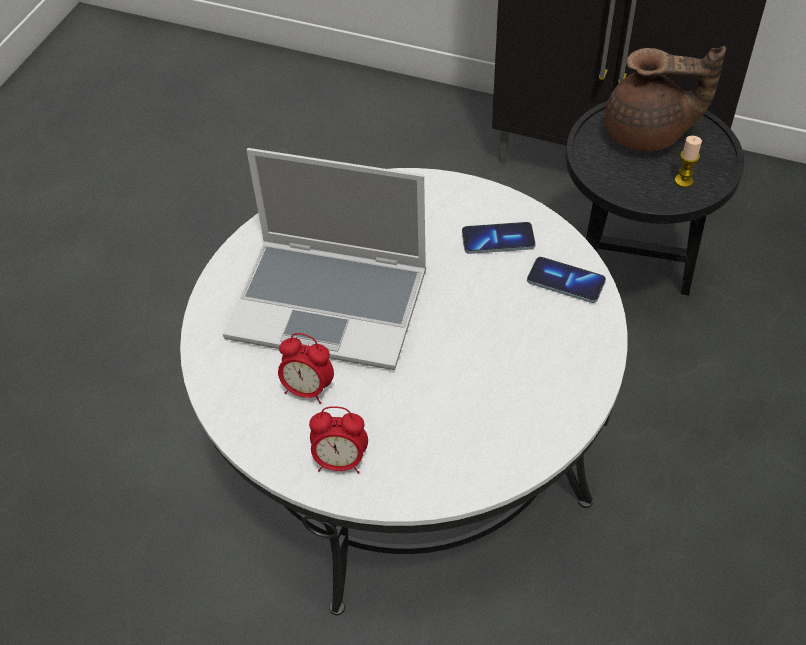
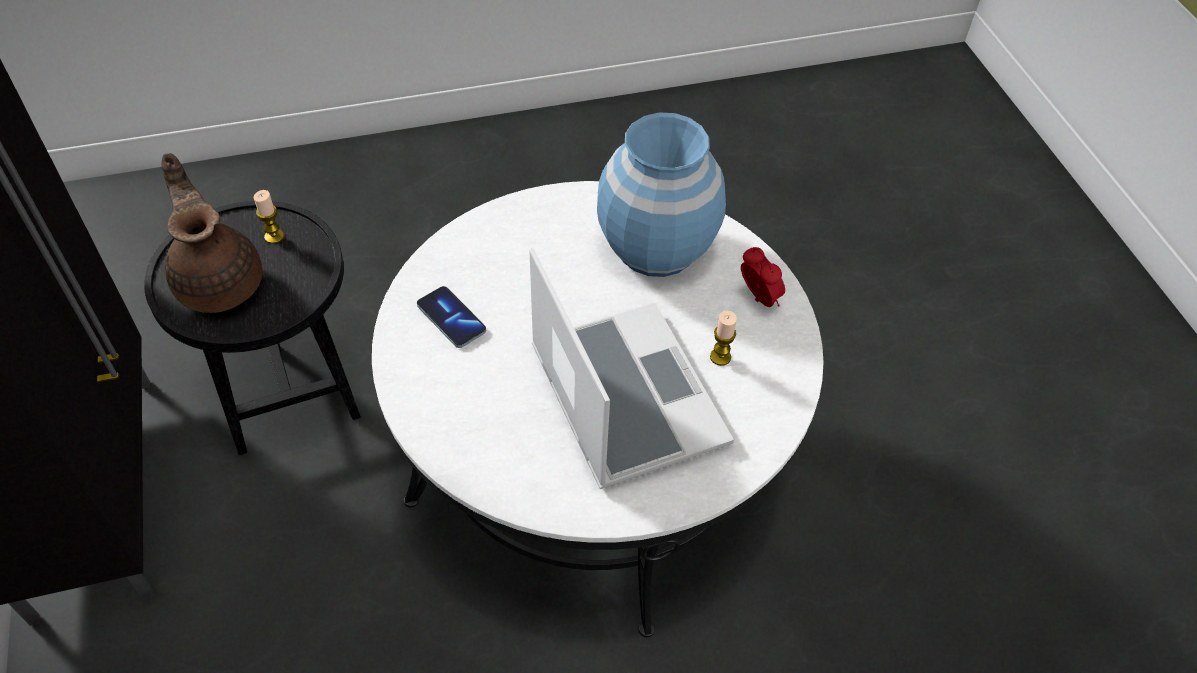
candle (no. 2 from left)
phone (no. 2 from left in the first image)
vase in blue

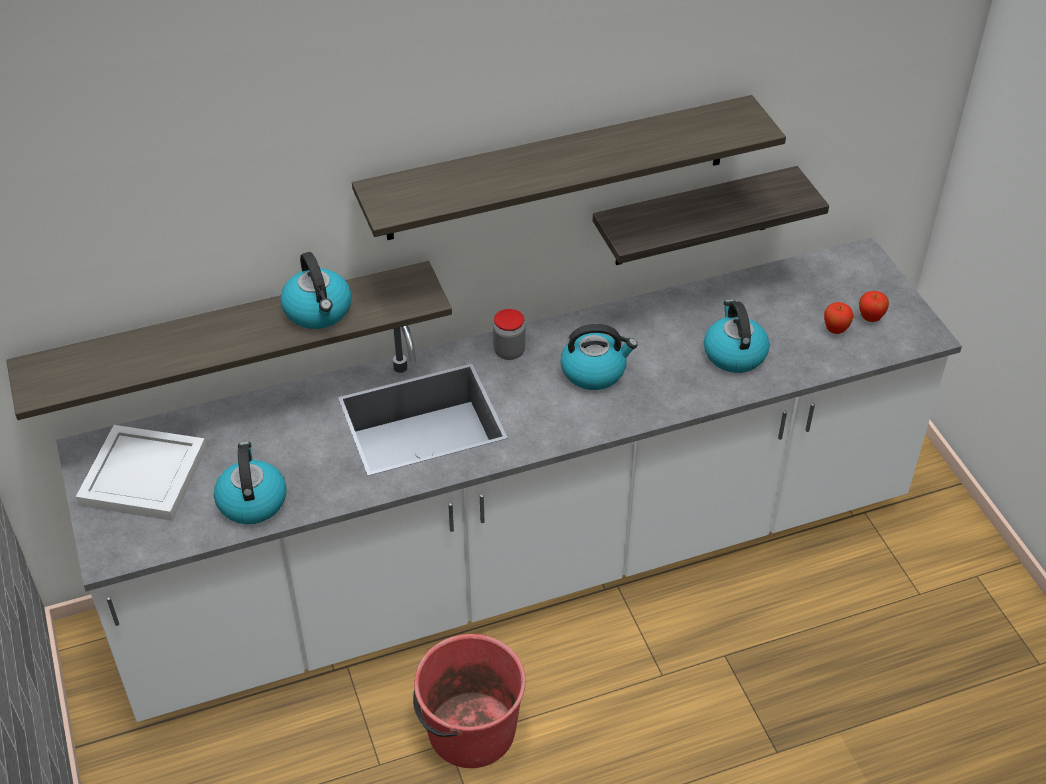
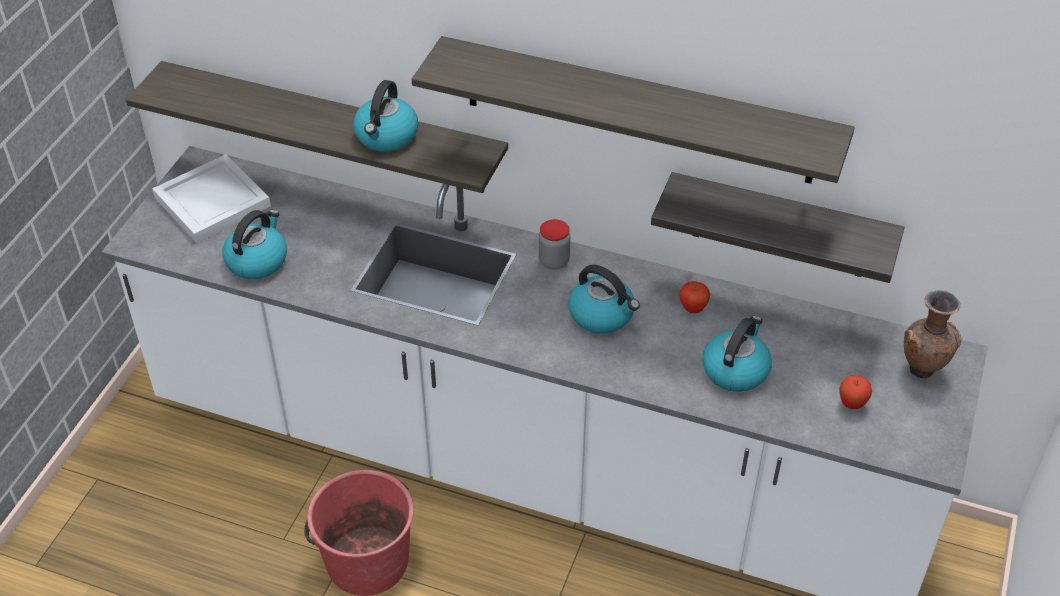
apple (no. 1 from left)
vase in brown

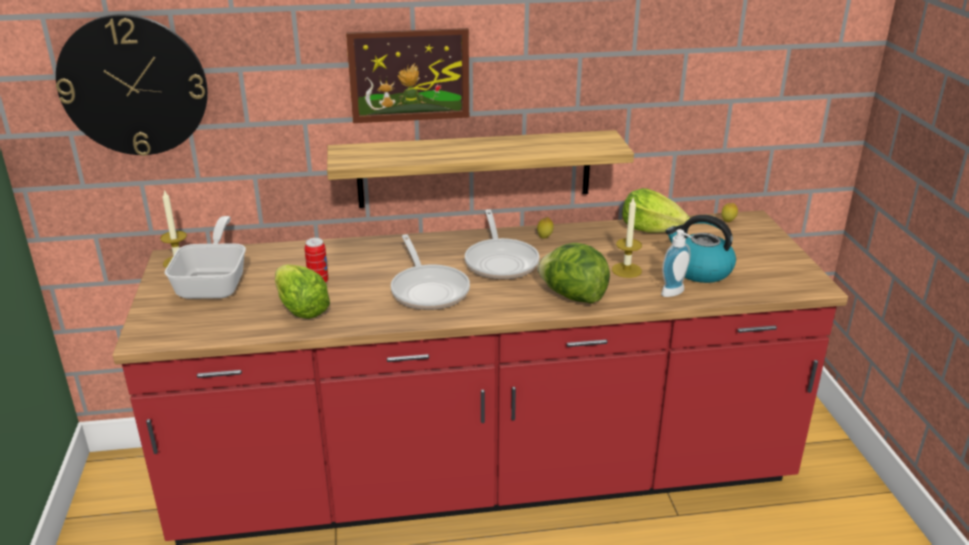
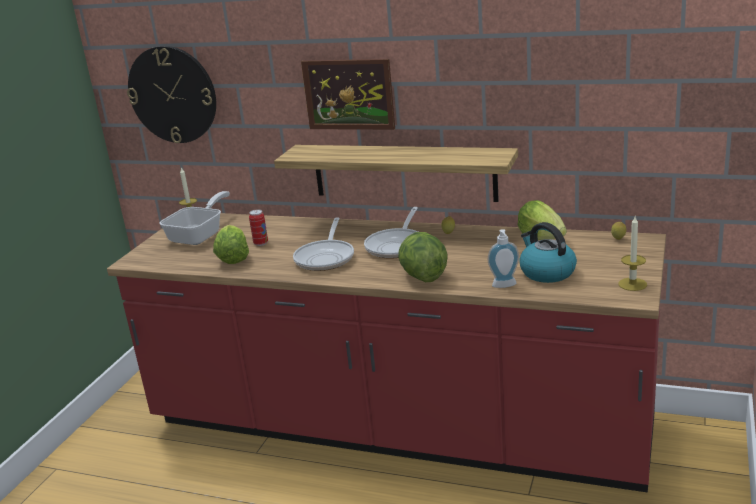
candle (no. 2 from left)

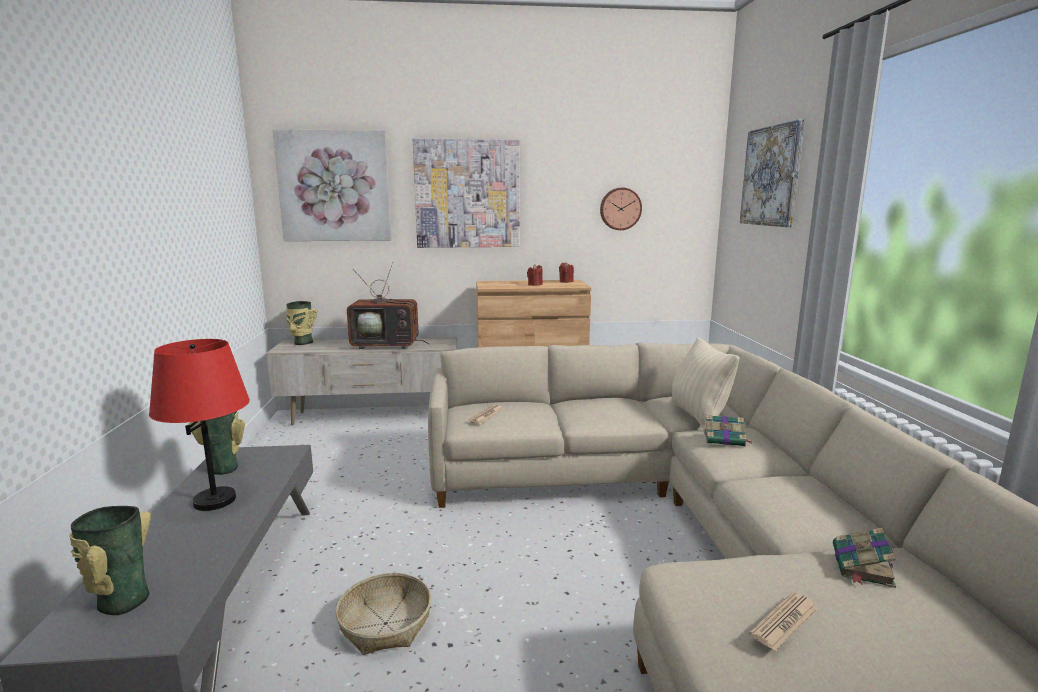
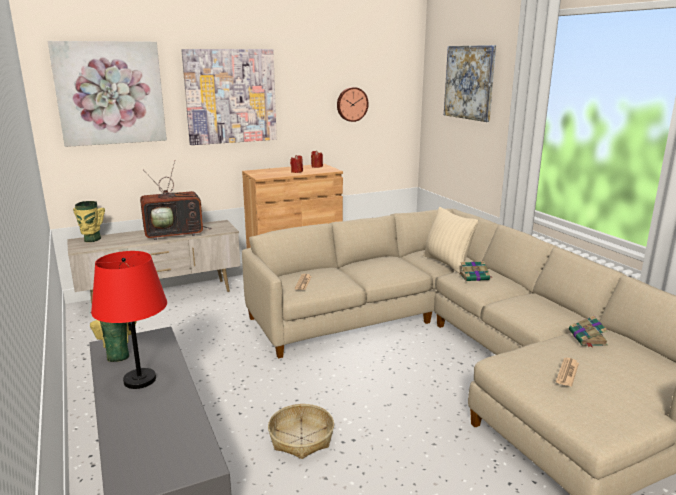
vase (no. 1 from left in the first image)

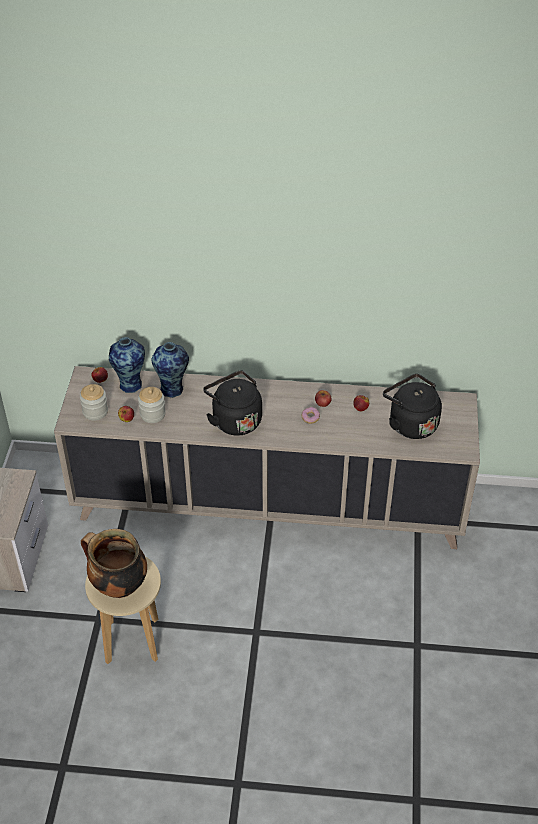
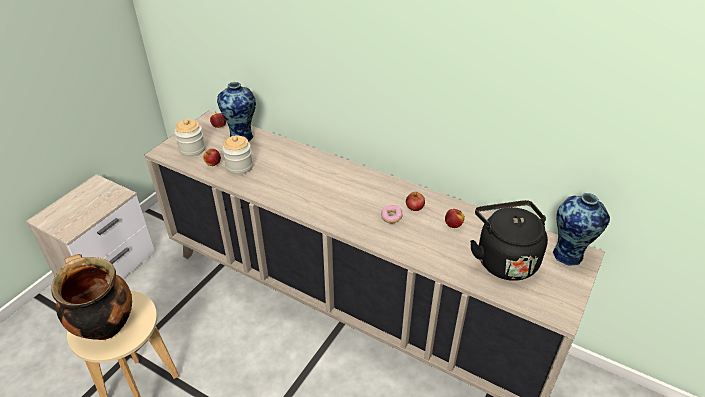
vase (no. 2 from left)
kettle in black (no. 1 from left in the first image)

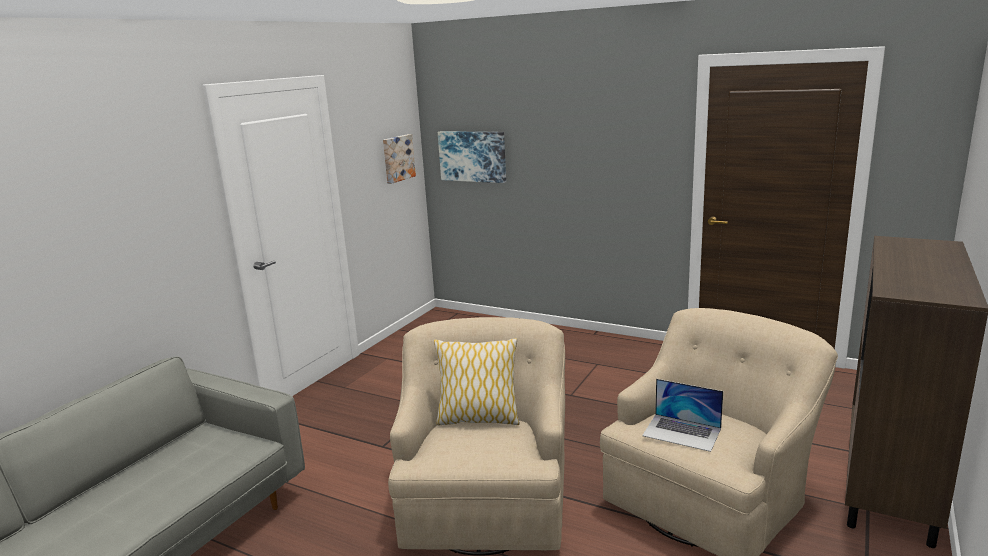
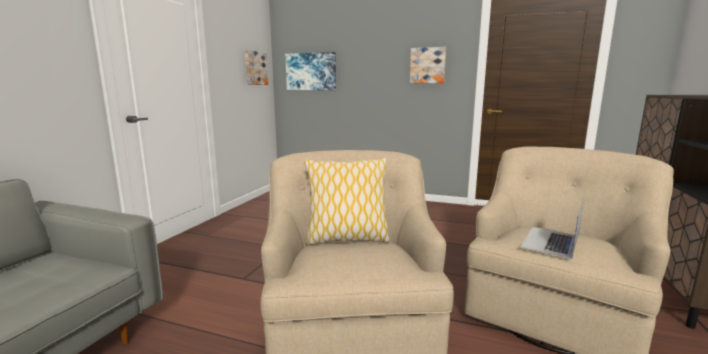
laptop
picture (no. 3 from left)

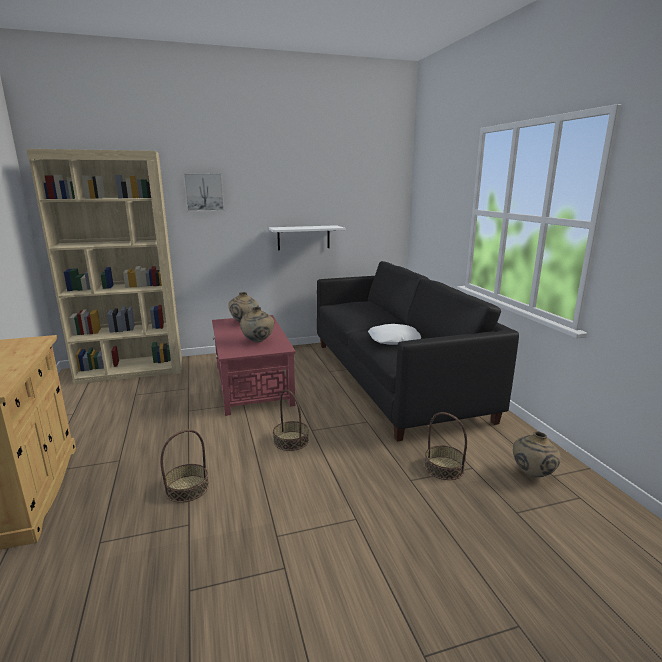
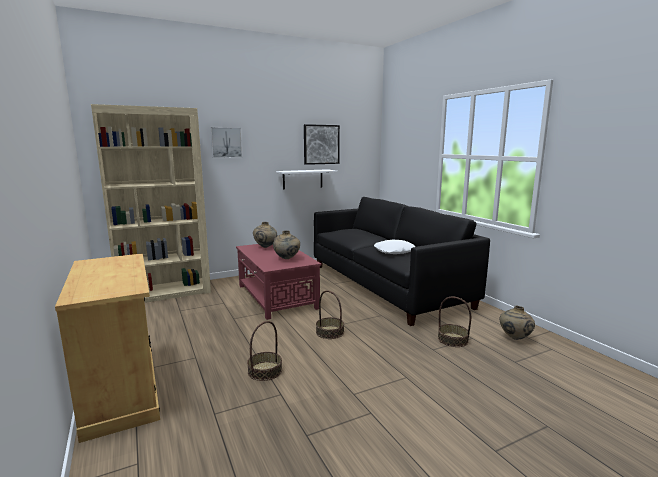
picture (no. 2 from left)

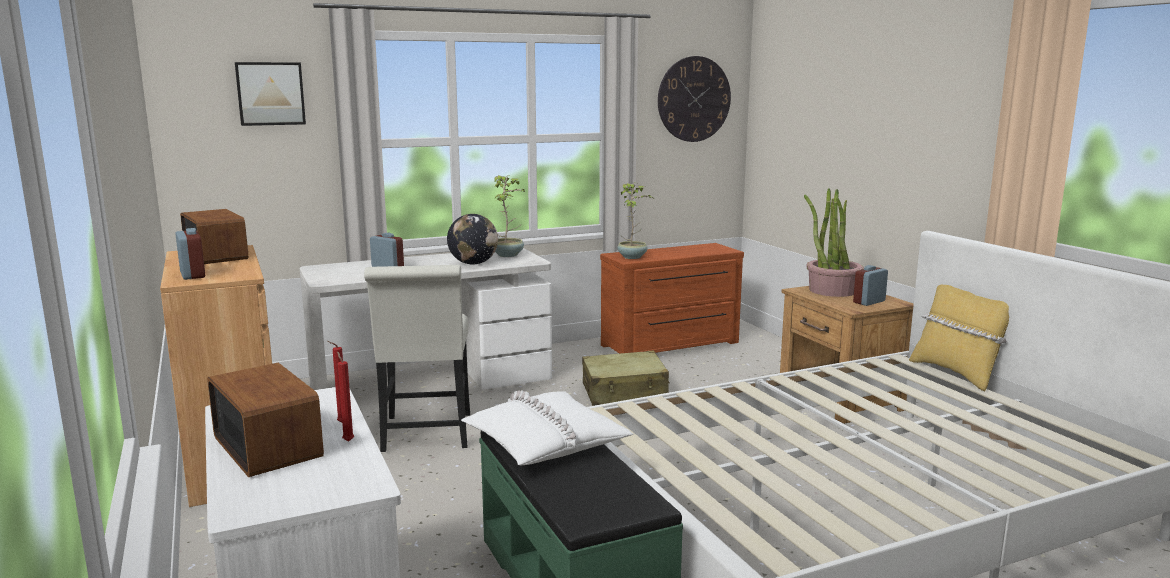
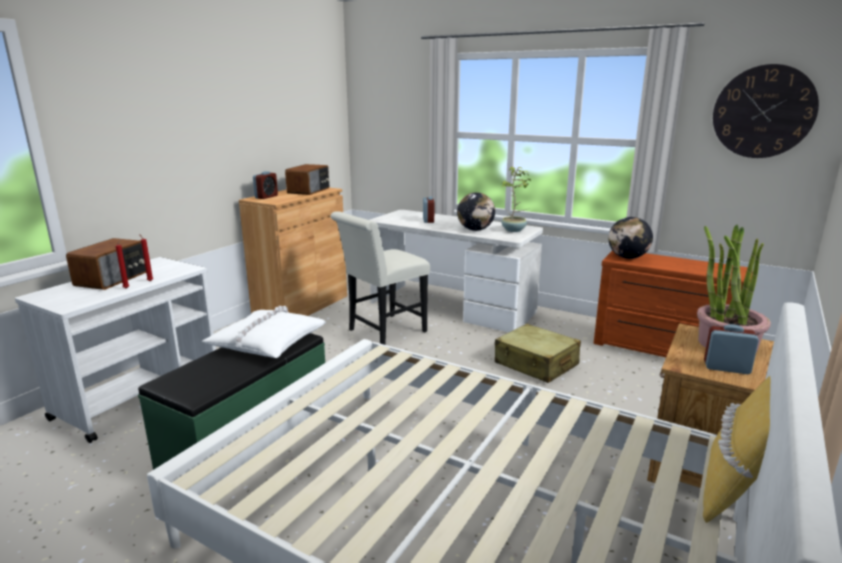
picture
globe (no. 2 from left)

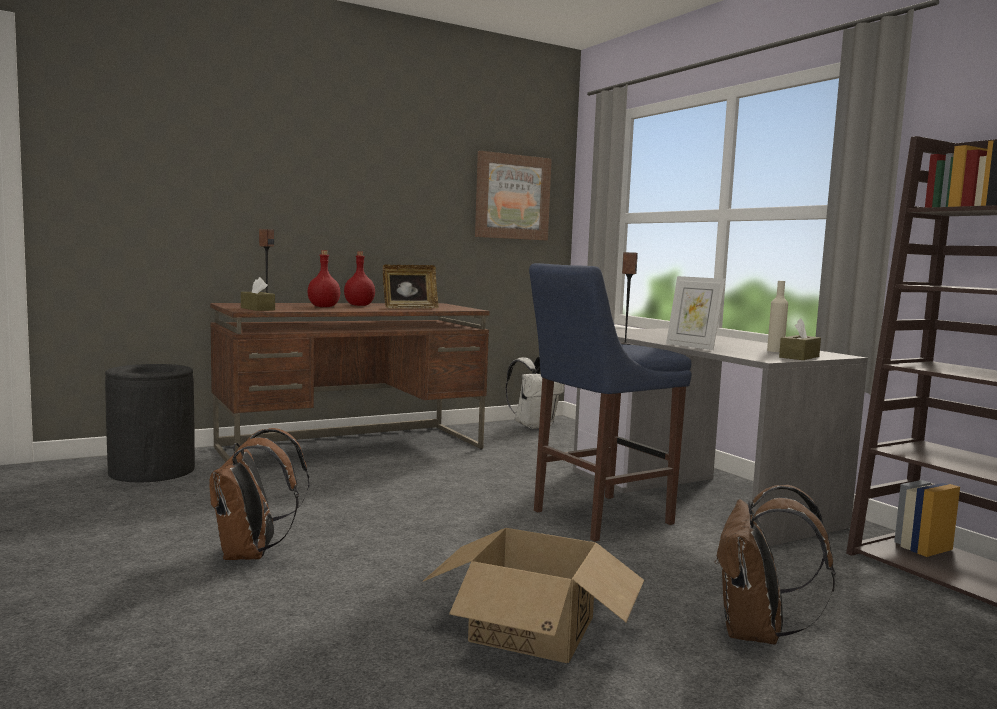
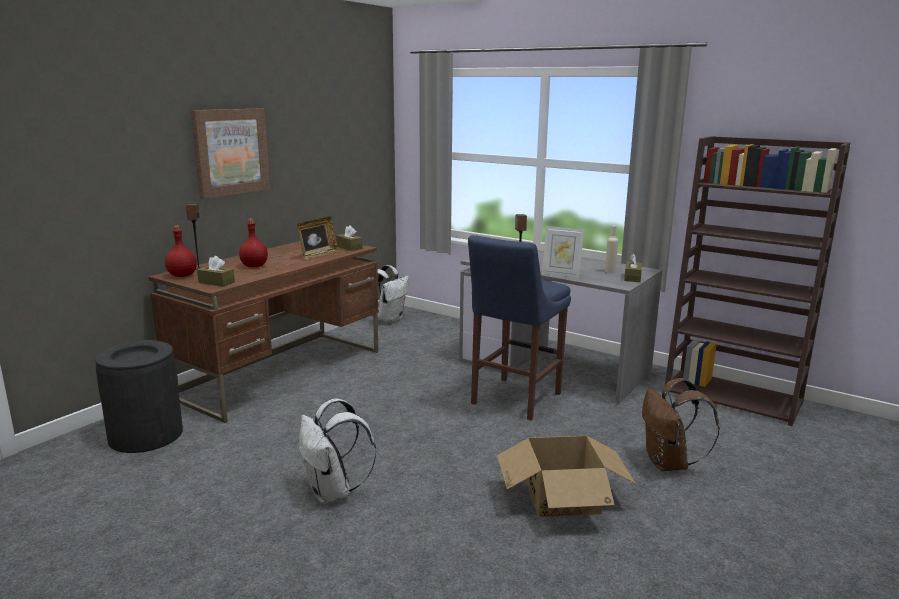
backpack in white (no. 1 from left)
bottle in red (no. 1 from left)
picture
tissue box in brown (no. 2 from left)

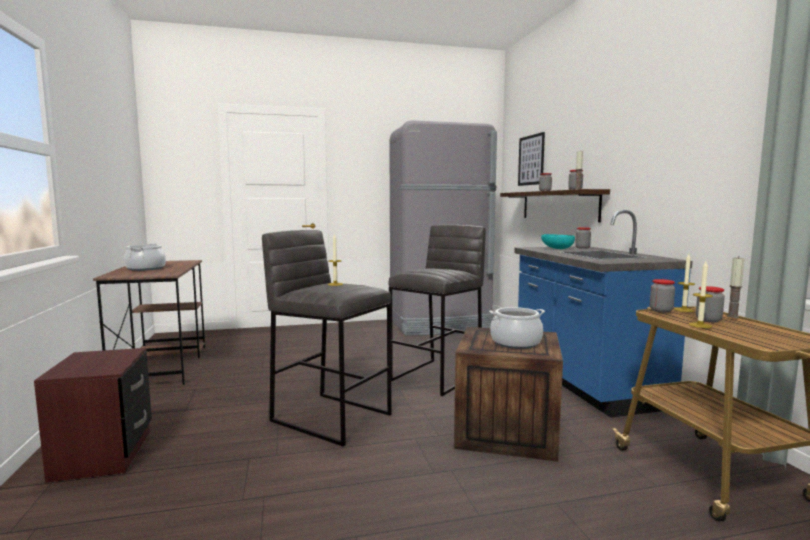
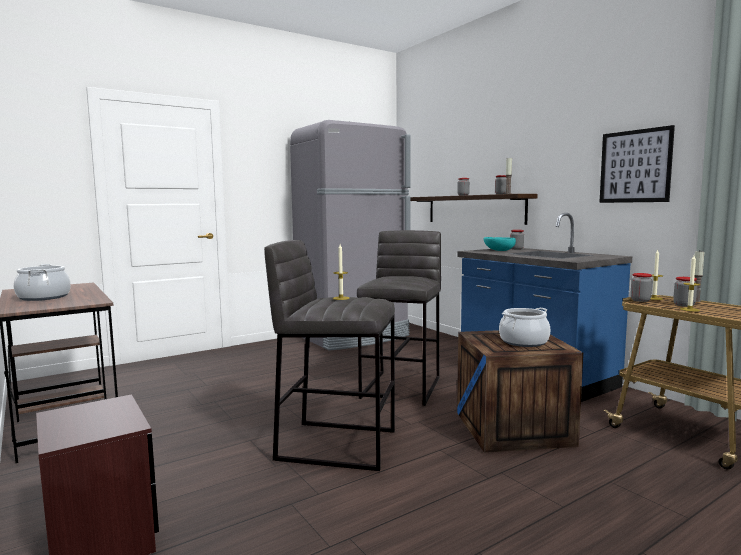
picture

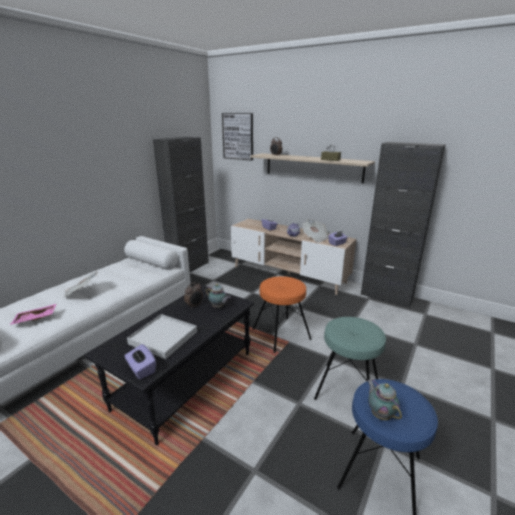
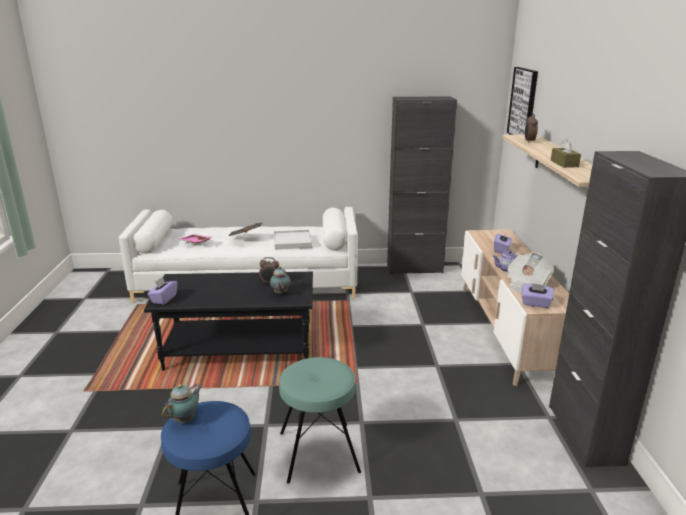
tray in white
stool in orange

